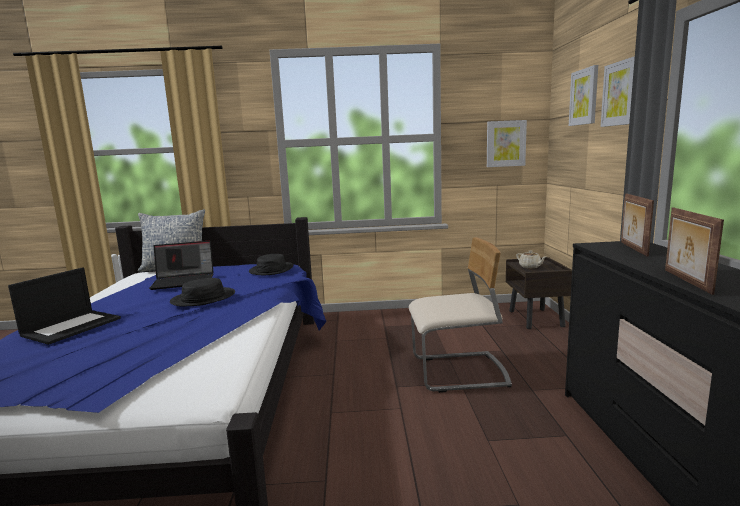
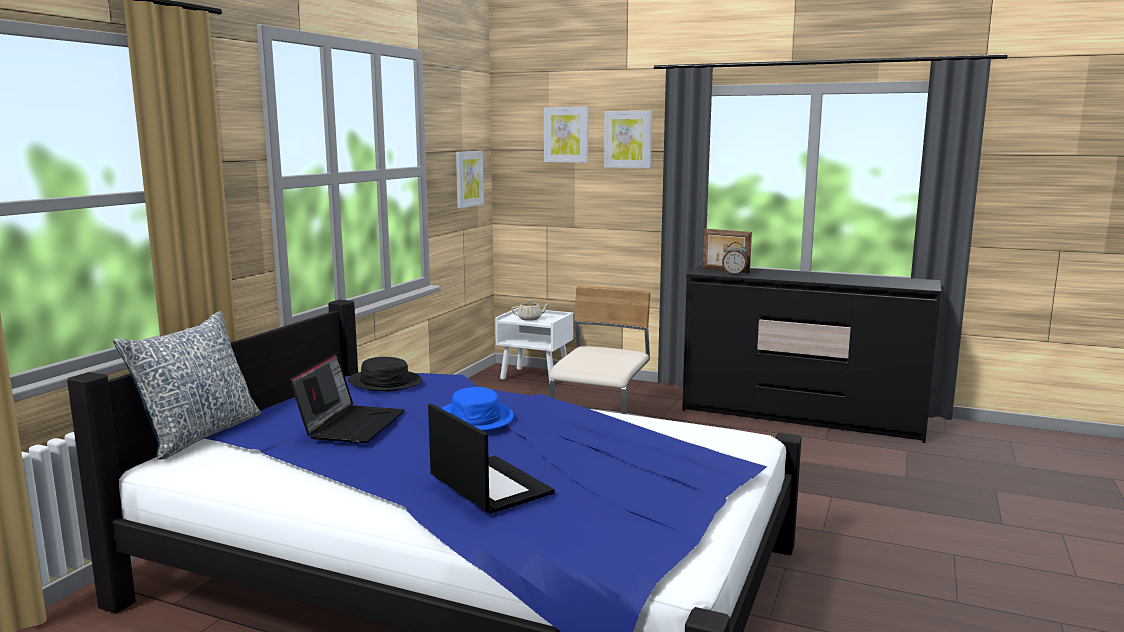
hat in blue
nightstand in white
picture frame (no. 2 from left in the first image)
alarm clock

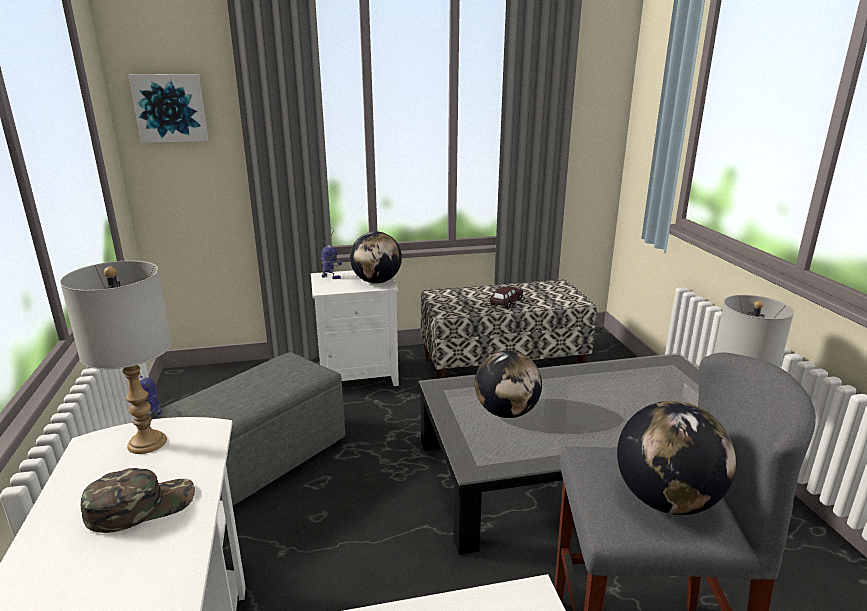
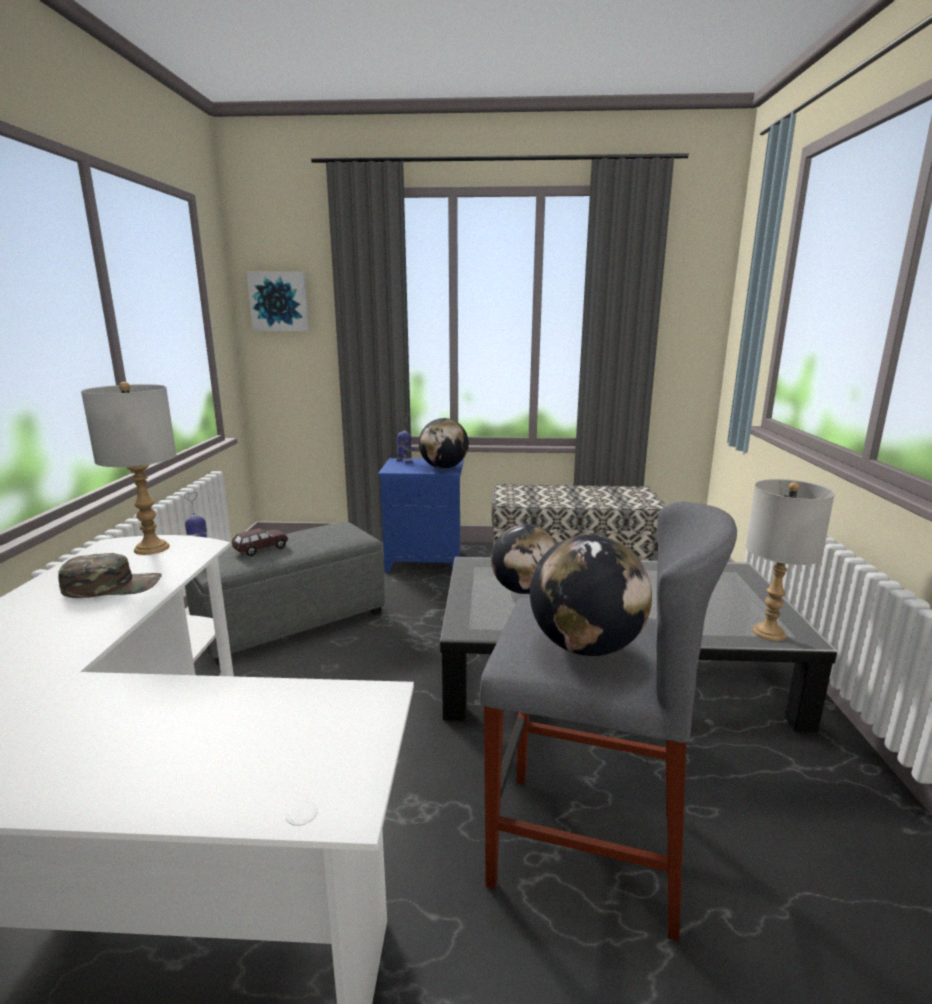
nightstand in blue
toy car in brown

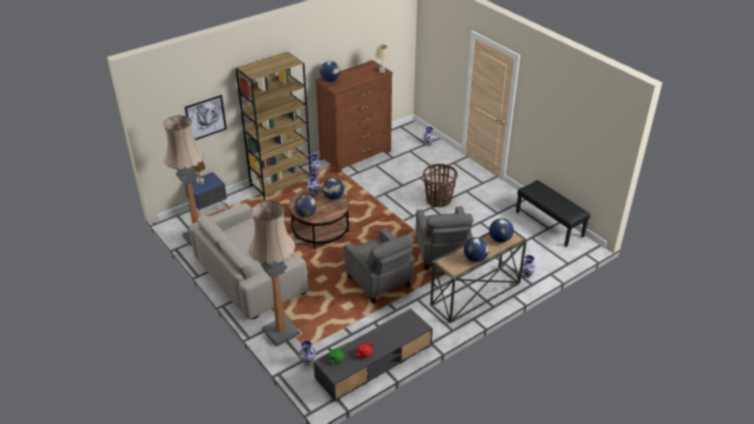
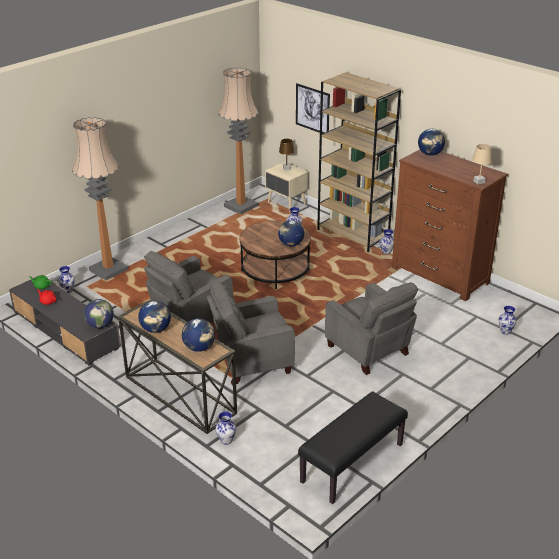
nightstand in beige
sofa in beige
globe (no. 1 from left)
armchair in grey (no. 3 from left)

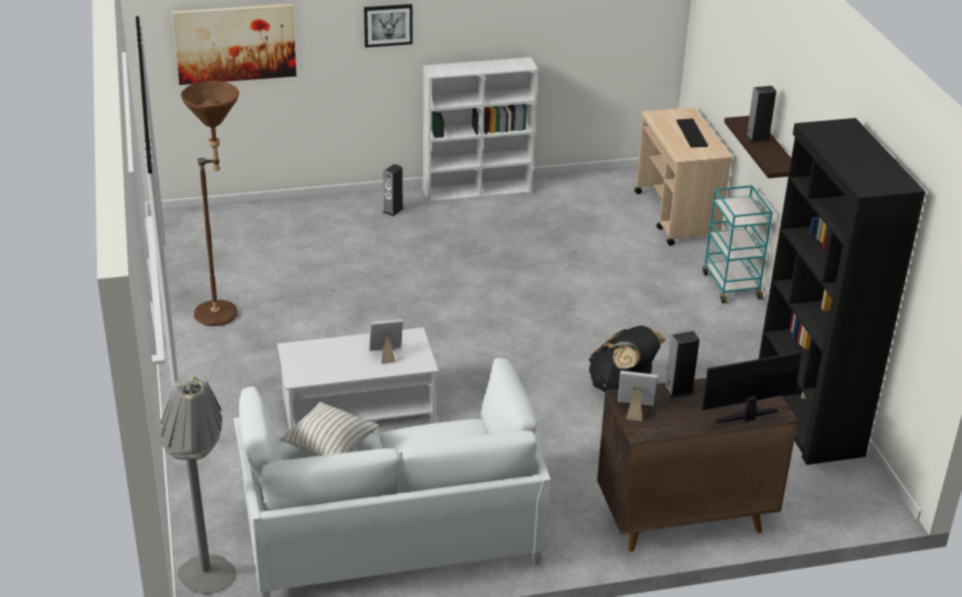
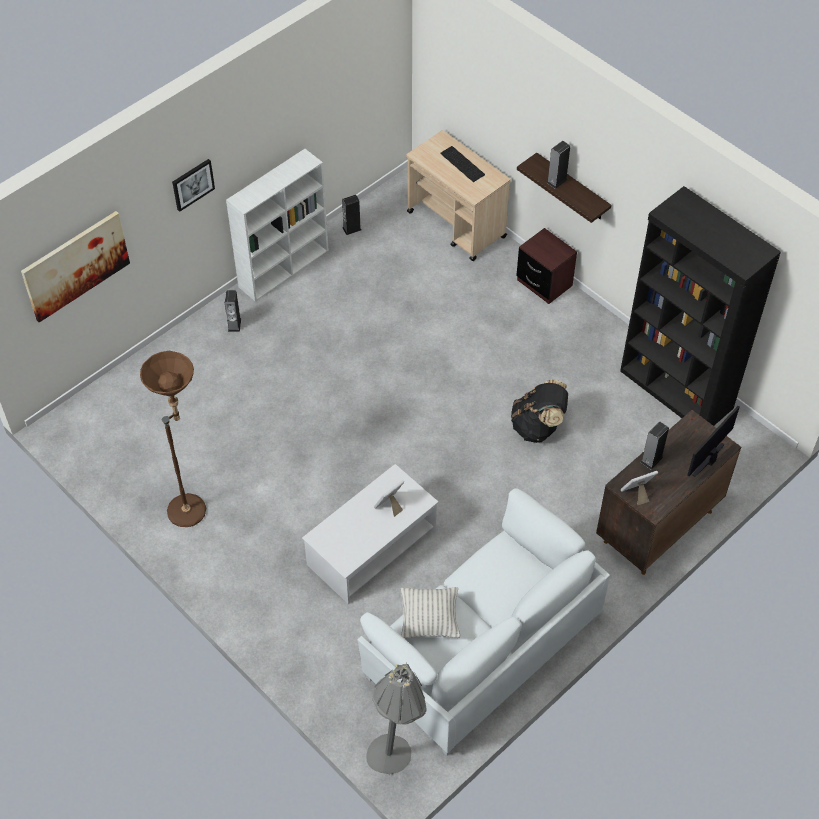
nightstand in brown
speaker (no. 2 from left)

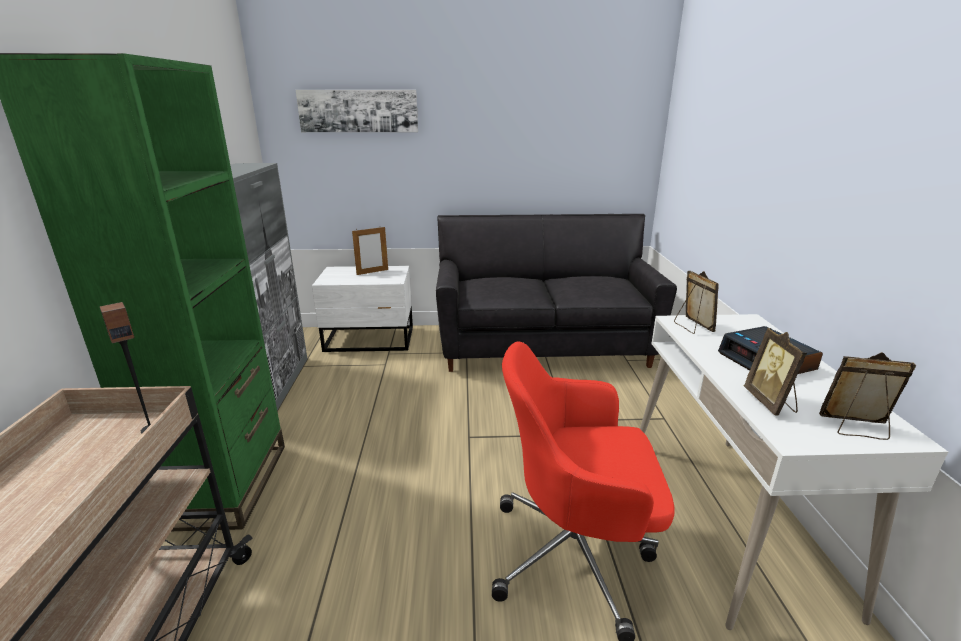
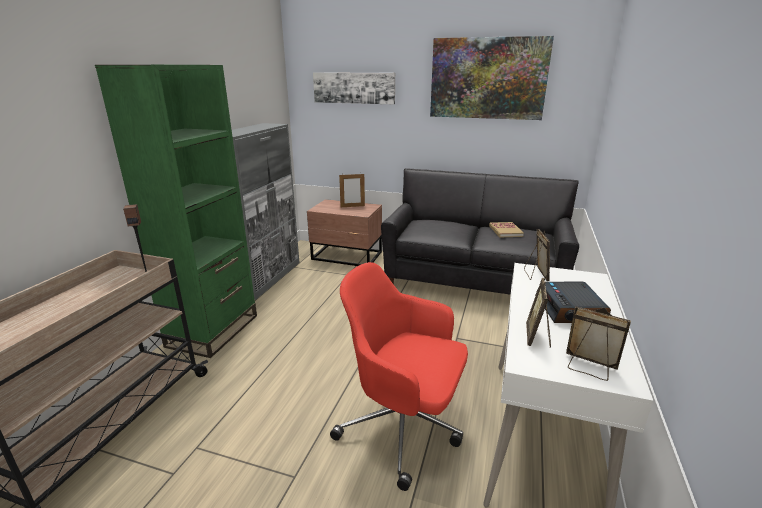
nightstand in brown
picture (no. 2 from left)
book

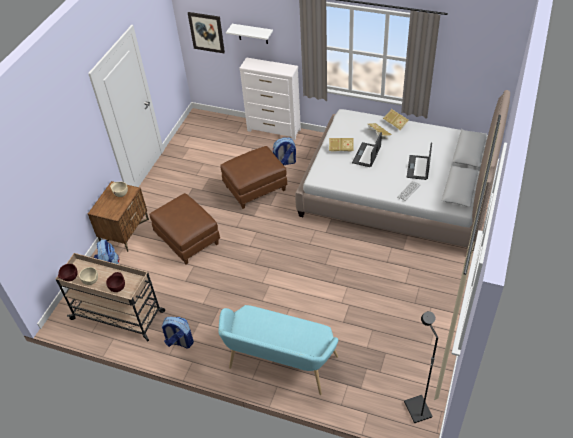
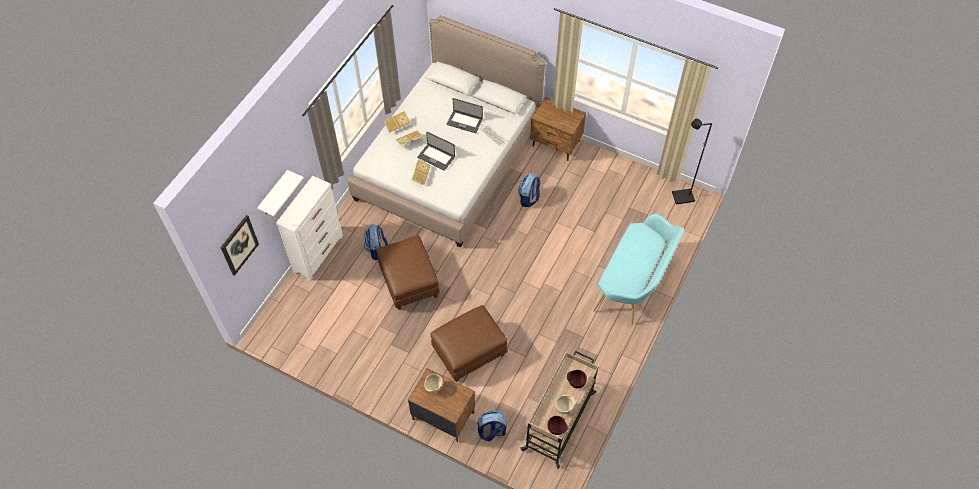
backpack (no. 3 from left)
nightstand in brown (no. 2 from left)

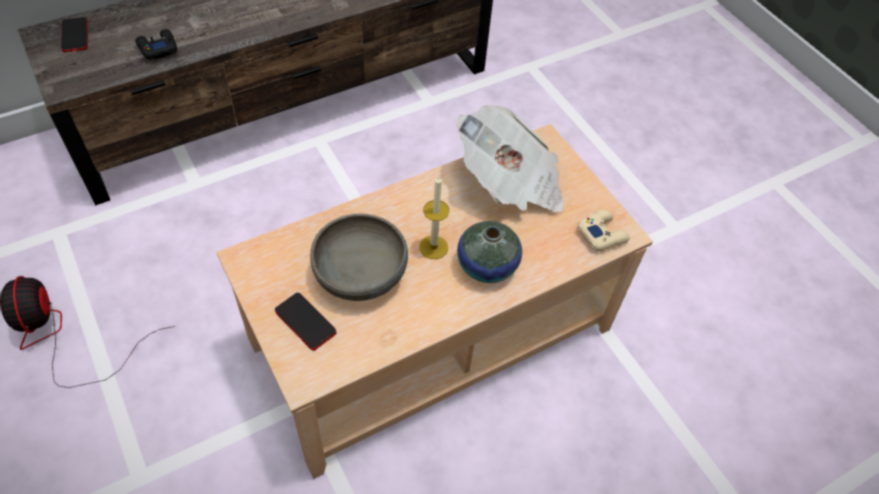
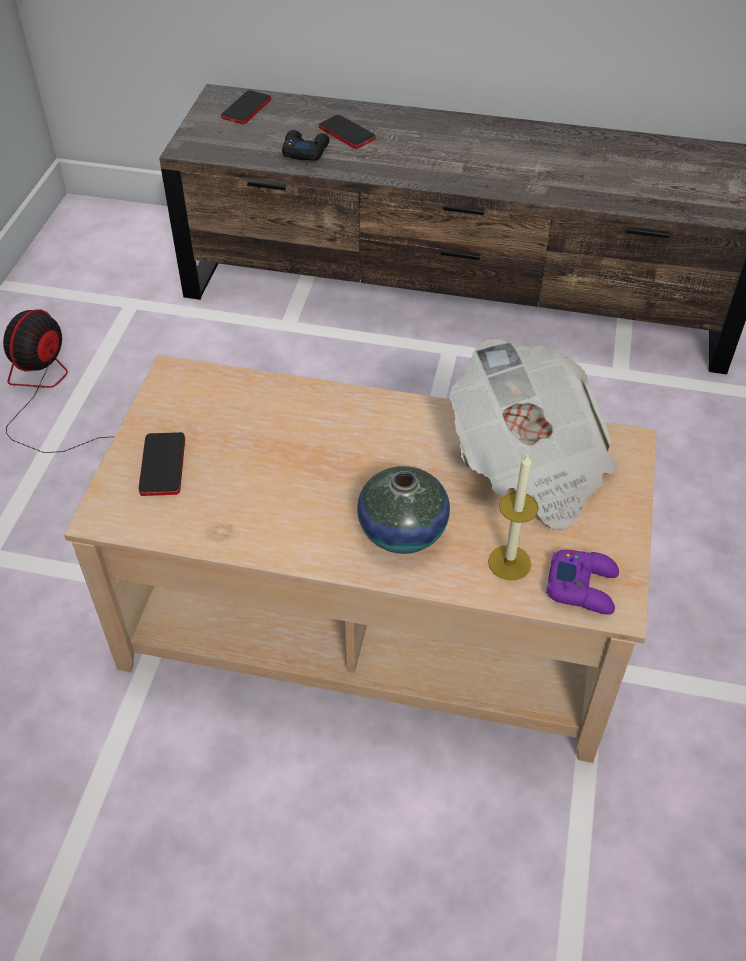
bowl in grey
candle
game controller in purple
phone (no. 3 from left)

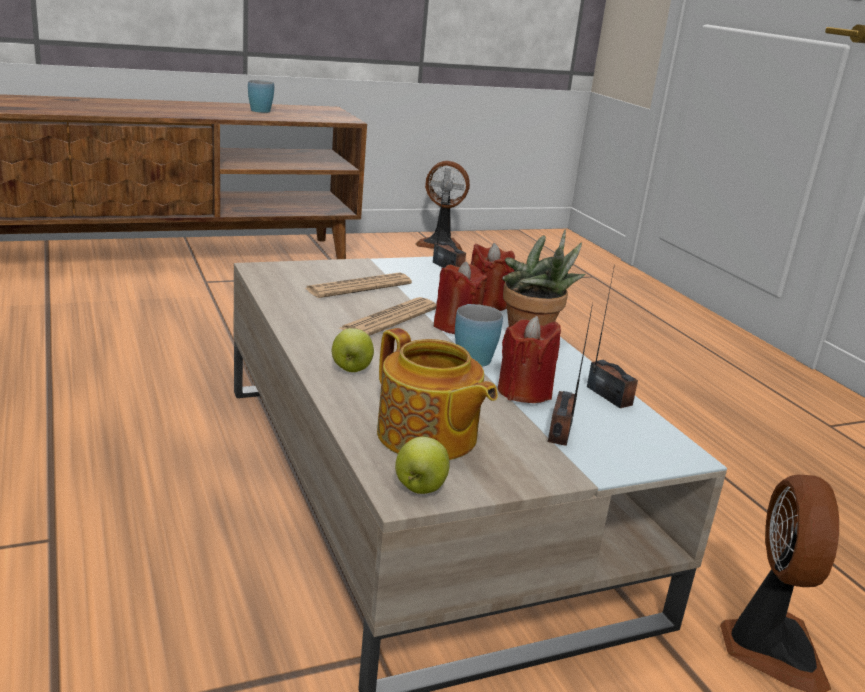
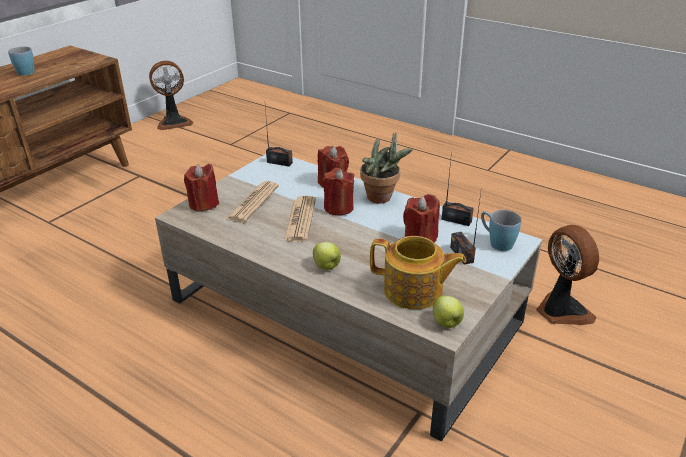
mug in blue (no. 2 from left)
candle in red (no. 1 from left)

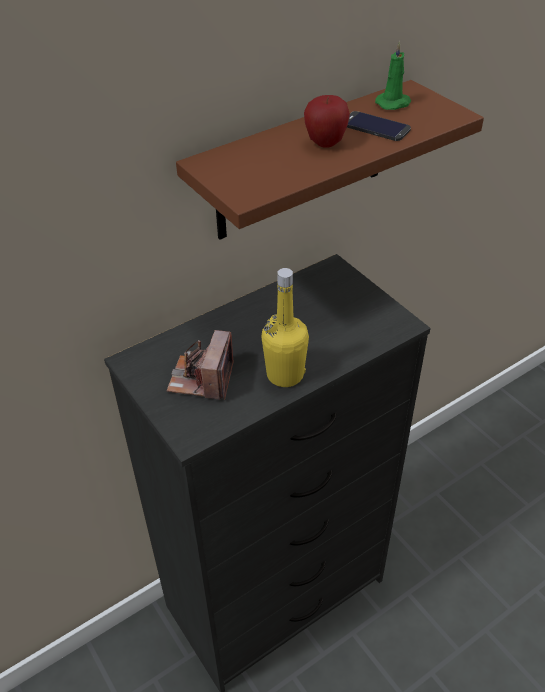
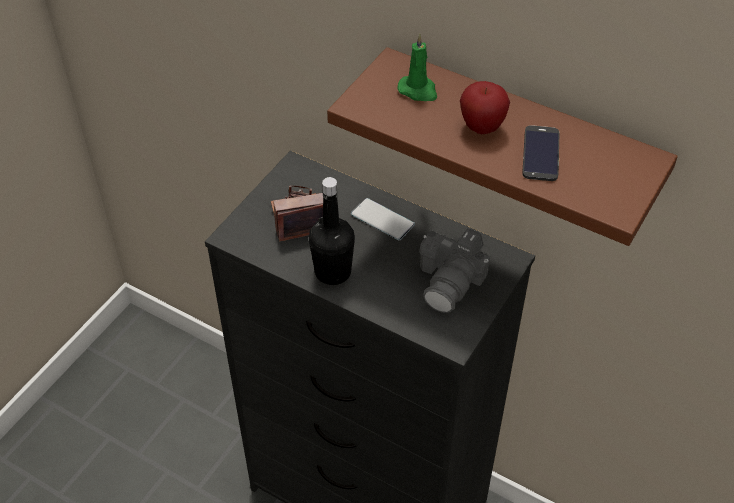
bottle in black
candle in green
phone (no. 1 from left)
photo camera (no. 2 from left)

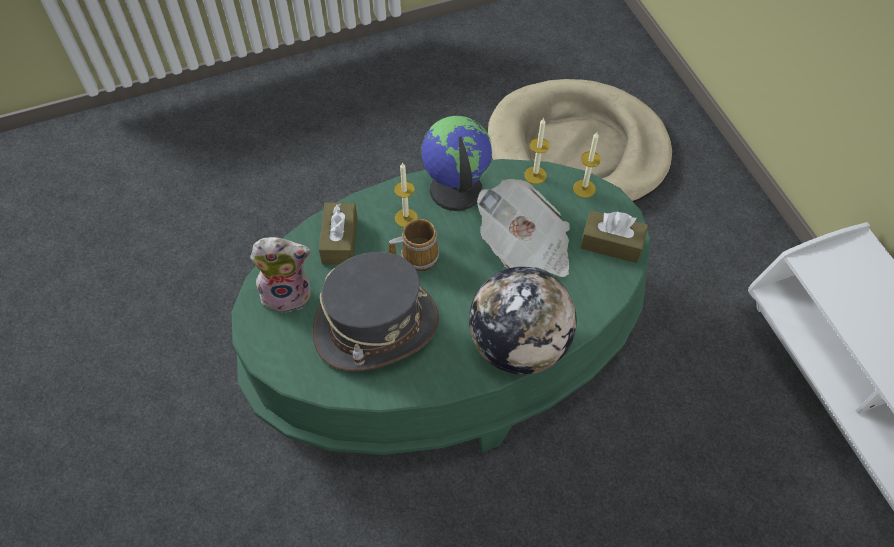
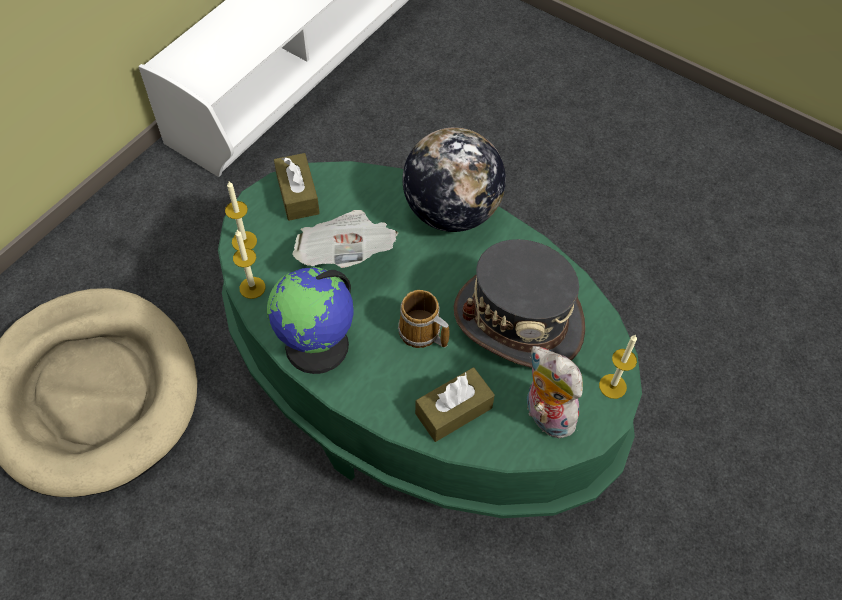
candle (no. 3 from left)

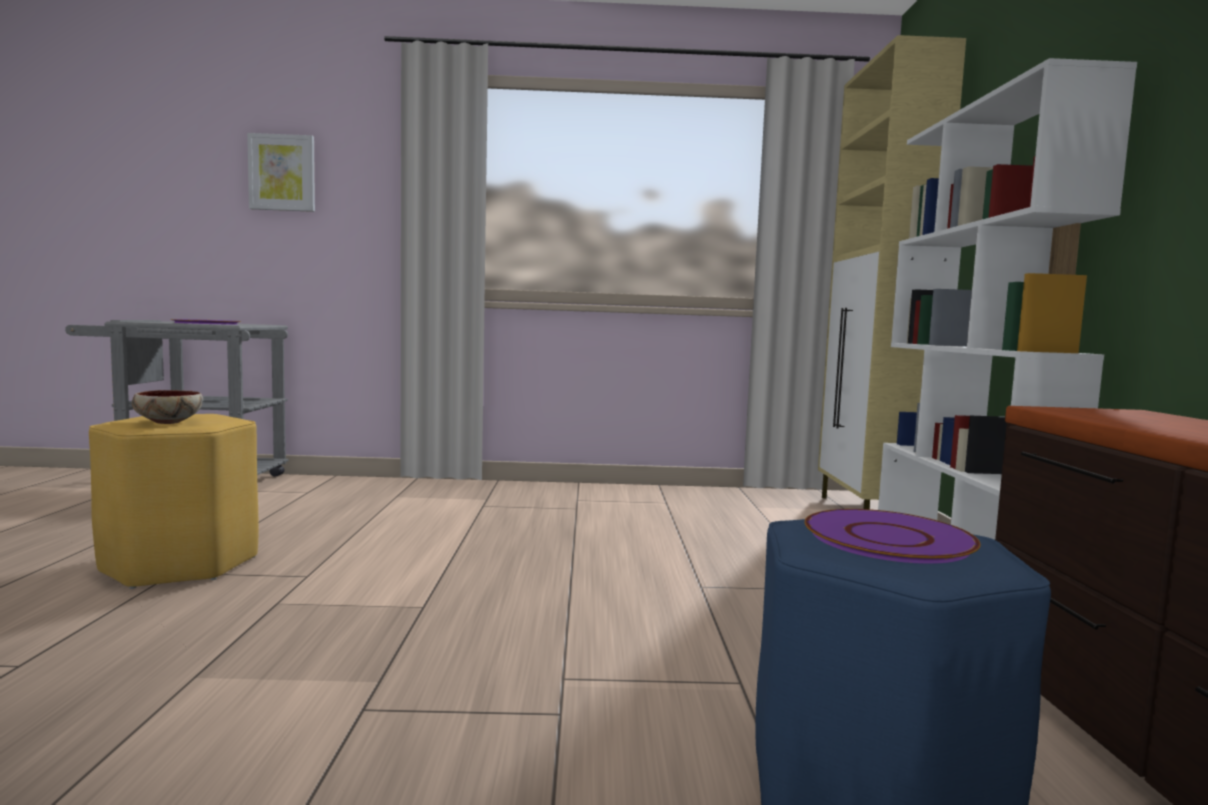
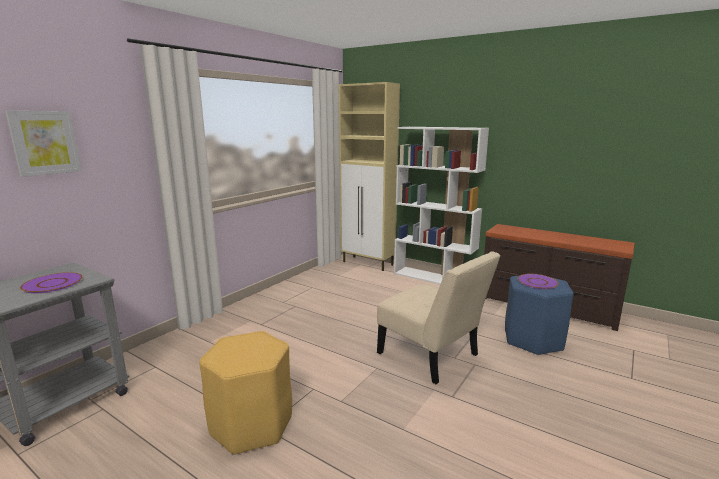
bowl
chair in beige

